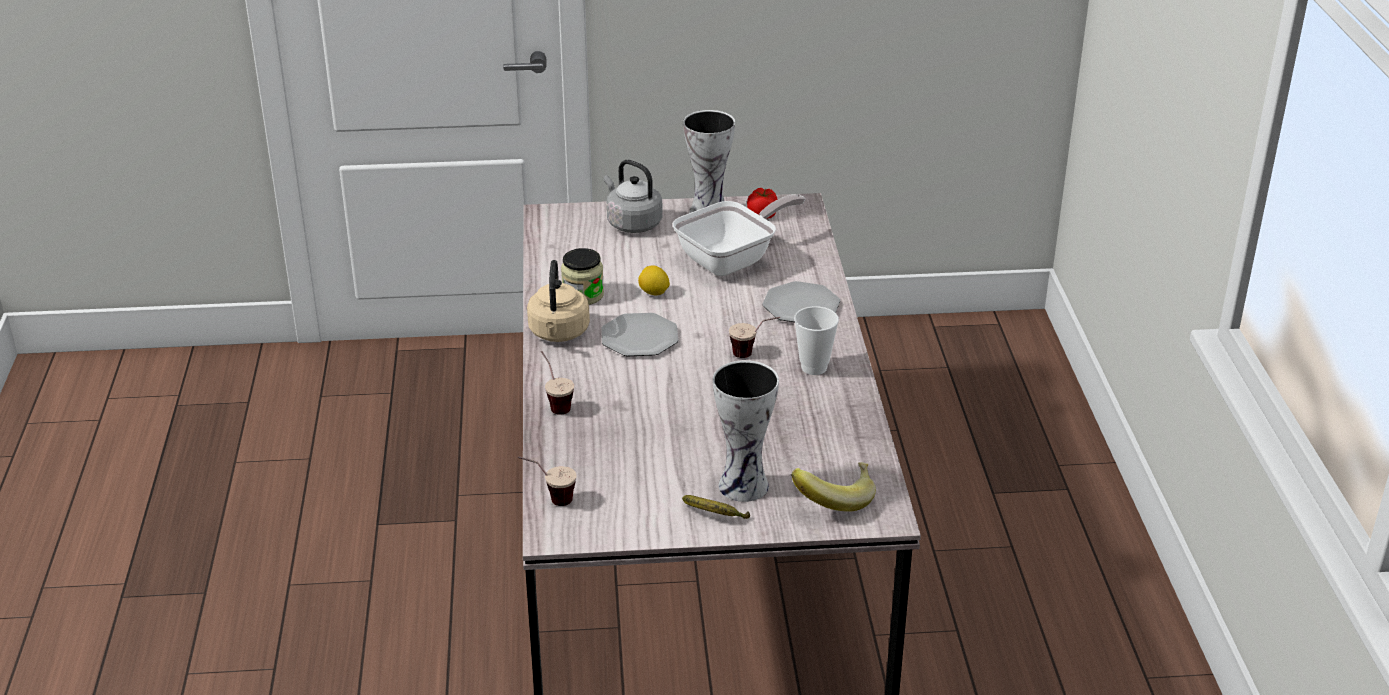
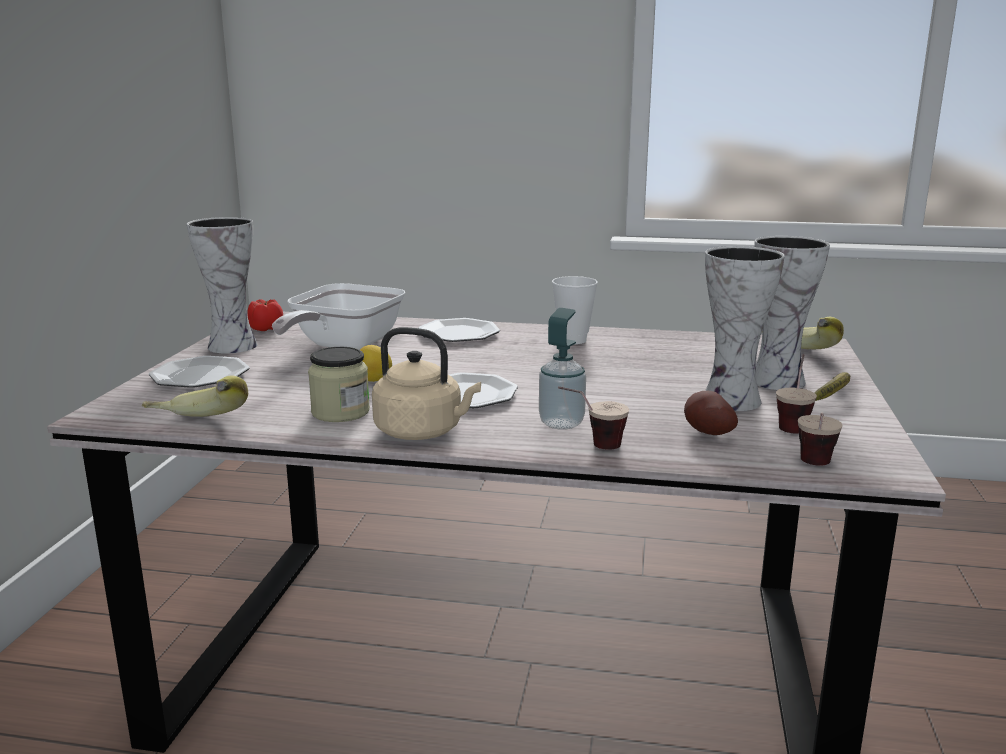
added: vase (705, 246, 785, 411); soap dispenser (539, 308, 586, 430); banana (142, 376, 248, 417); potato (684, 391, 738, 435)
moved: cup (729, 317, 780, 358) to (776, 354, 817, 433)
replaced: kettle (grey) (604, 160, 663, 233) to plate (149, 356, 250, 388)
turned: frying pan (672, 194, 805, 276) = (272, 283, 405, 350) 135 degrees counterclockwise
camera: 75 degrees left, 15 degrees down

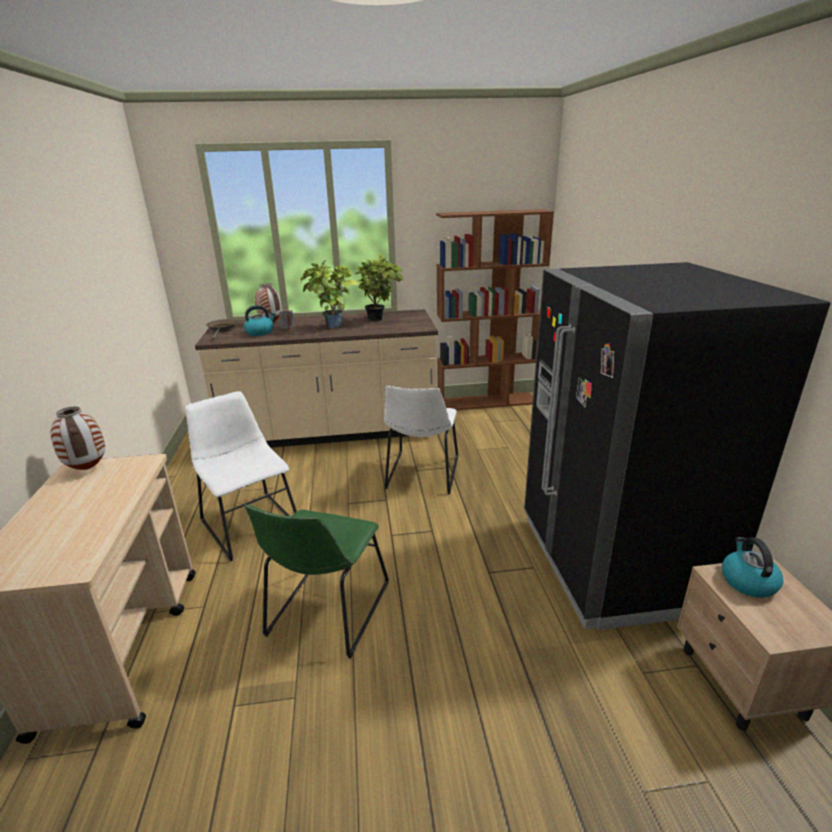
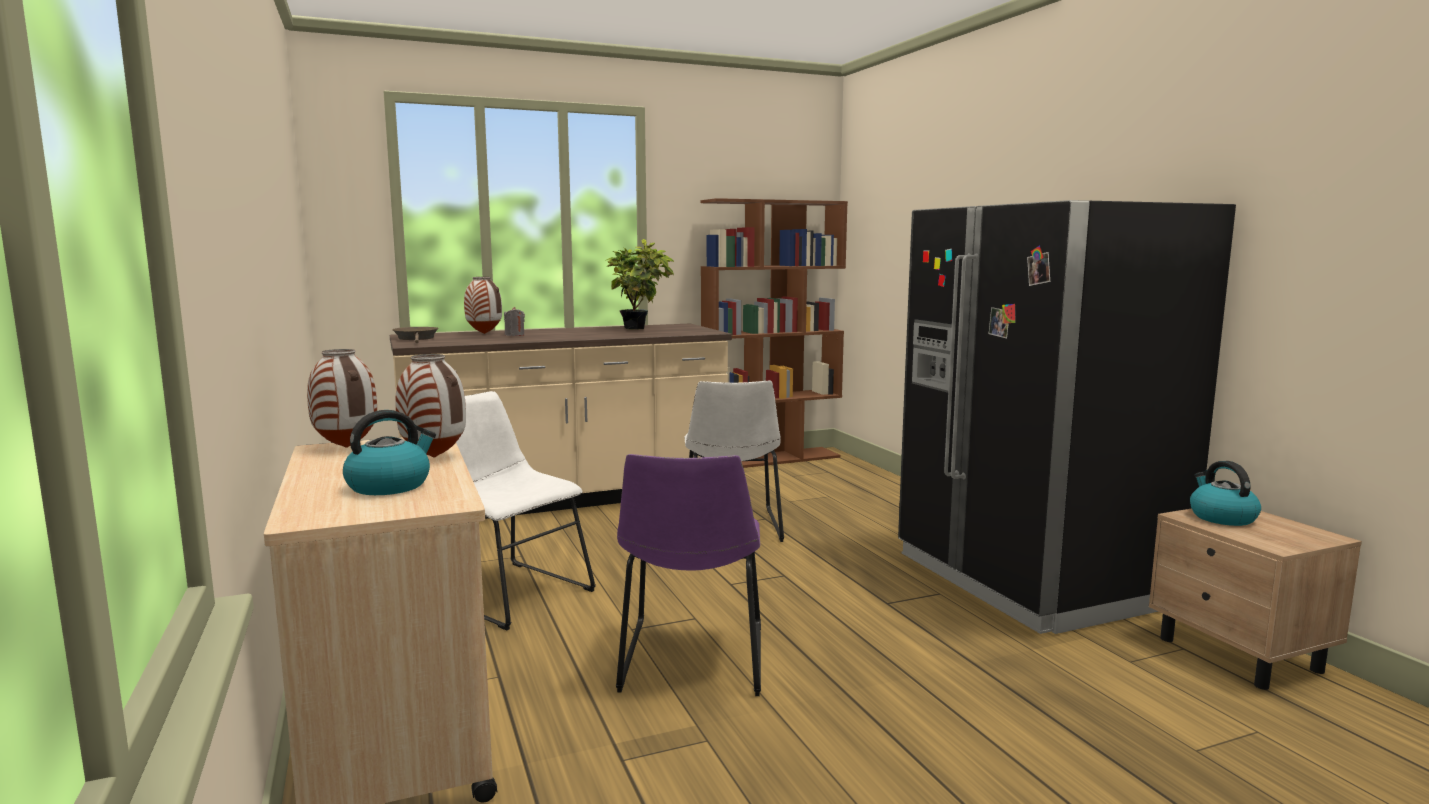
removed: potted plant (300, 260, 359, 328)
added: vase (395, 354, 466, 458)
moved: kettle (244, 305, 276, 336) to (343, 410, 436, 495)
recoloured: chair (green) (244, 505, 389, 658) to chair (purple) (616, 454, 761, 696)
camera: 15 degrees left, 15 degrees down

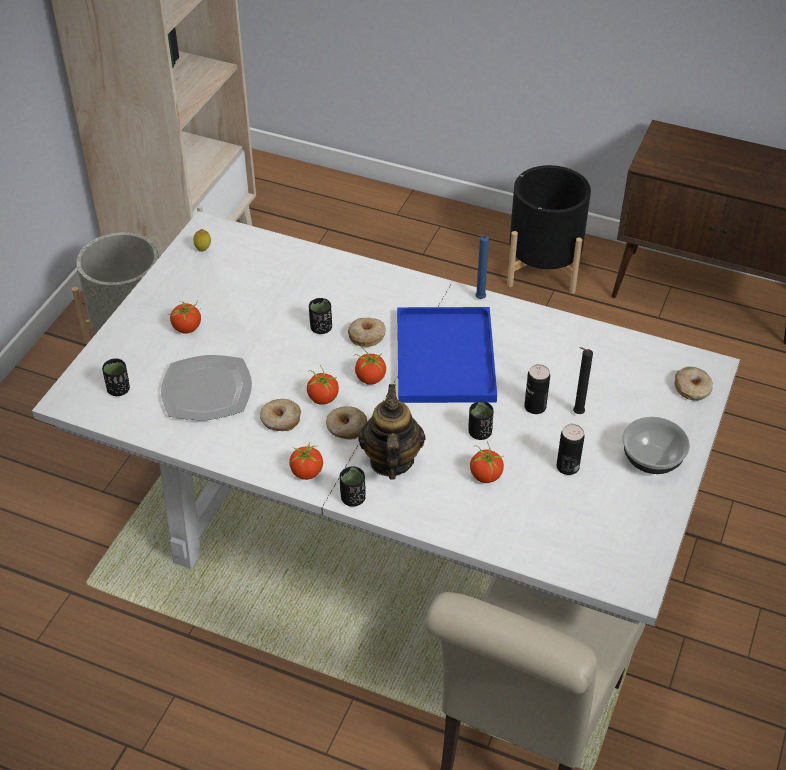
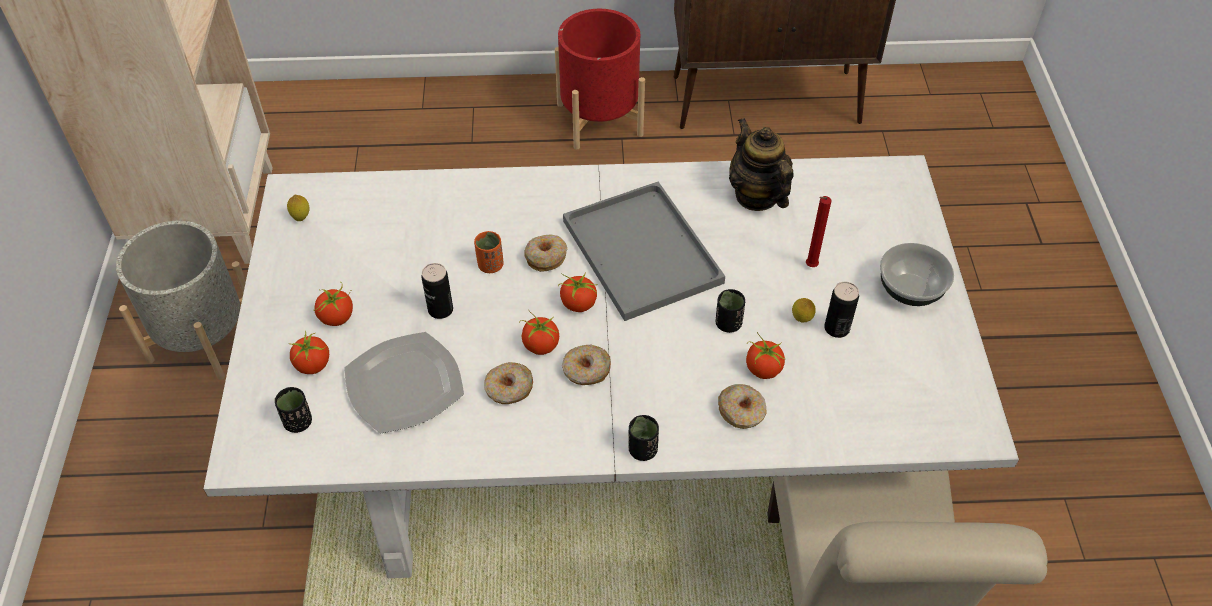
removed: candle (blue) (475, 234, 489, 299)
added: lemon (792, 298, 816, 323)
moved: can (524, 364, 550, 414) to (421, 263, 453, 319); donut (675, 367, 713, 401) to (718, 384, 766, 429); teapot (358, 384, 426, 480) to (729, 118, 793, 211); tomato (289, 443, 323, 480) to (288, 331, 329, 374)
recoloured: planter (black) (507, 165, 591, 294) to planter (red) (555, 9, 645, 150); cup (black) (309, 298, 332, 334) to cup (orange) (474, 231, 504, 273); tray (blue) (397, 307, 497, 403) to tray (grey) (563, 182, 725, 321); candle (black) (573, 347, 593, 414) to candle (red) (806, 196, 831, 267)
camera: 25 degrees left, 5 degrees up

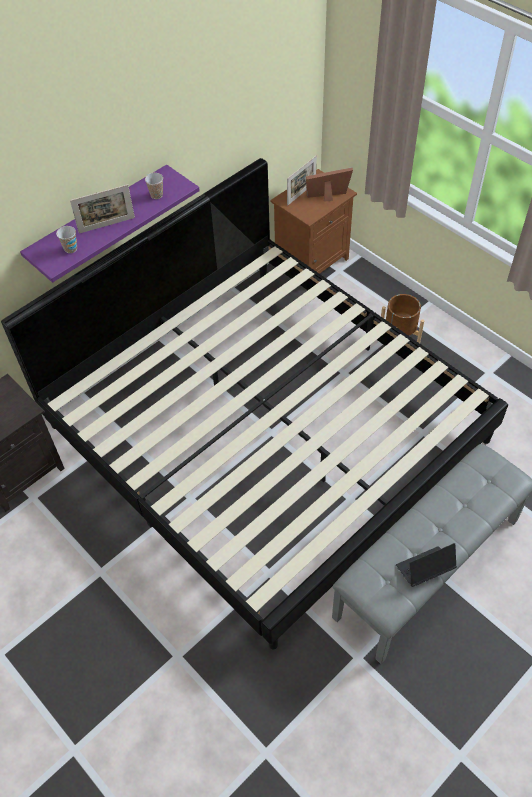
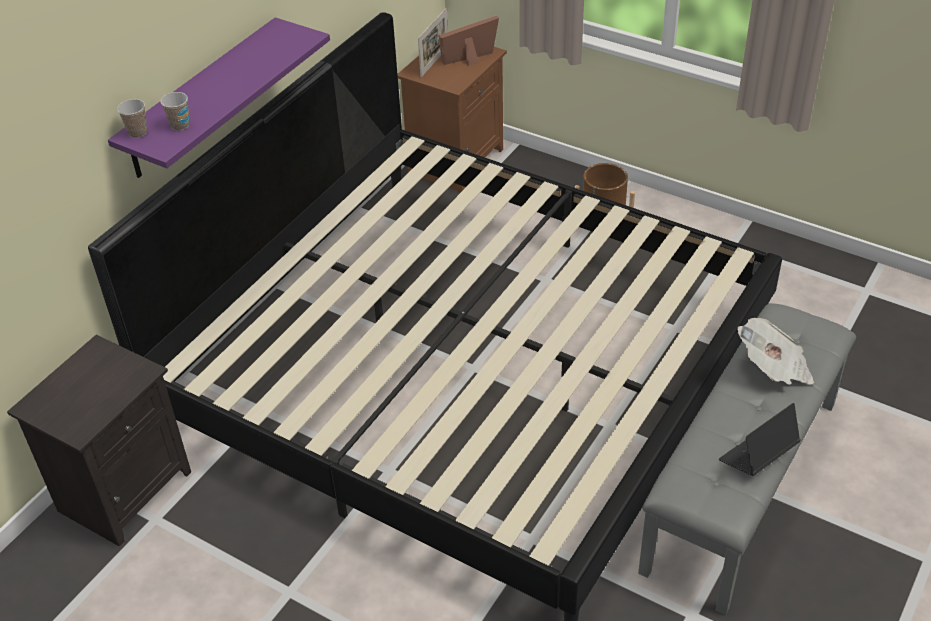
removed: picture frame (70, 184, 135, 234)
added: newspaper (738, 318, 814, 385)
moved: cup (145, 173, 163, 199) to (117, 99, 147, 138)
camera: 15 degrees left, 10 degrees down

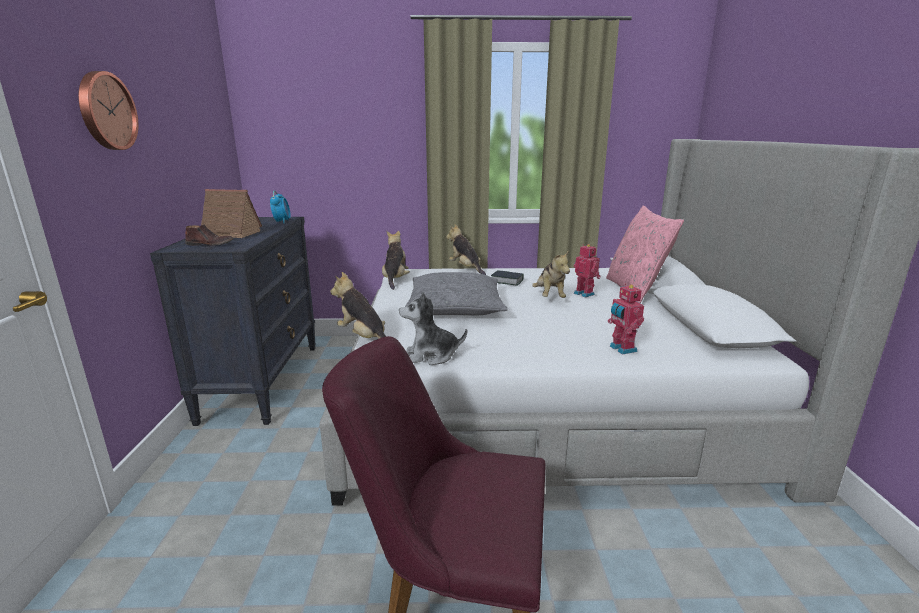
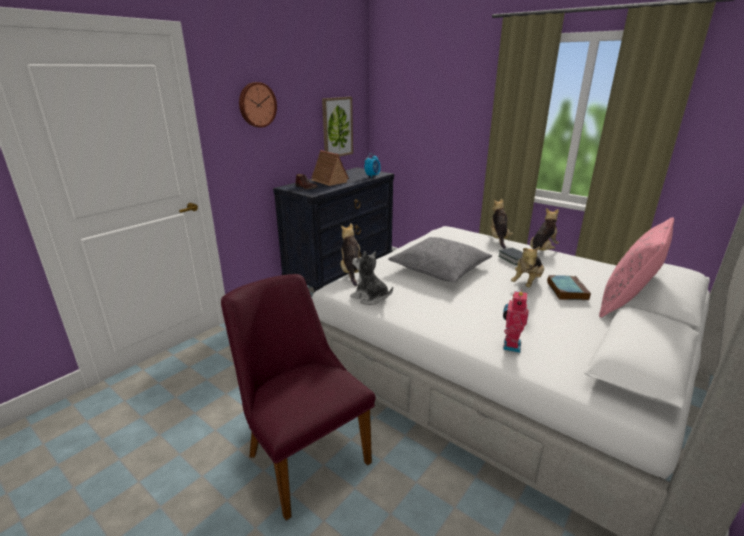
added: picture (322, 97, 353, 157)
moved: plush toy (382, 231, 410, 290) to (530, 208, 559, 251)
replaced: toy robot (574, 244, 601, 298) to book (547, 275, 591, 300)
camera: 40 degrees right, 5 degrees up

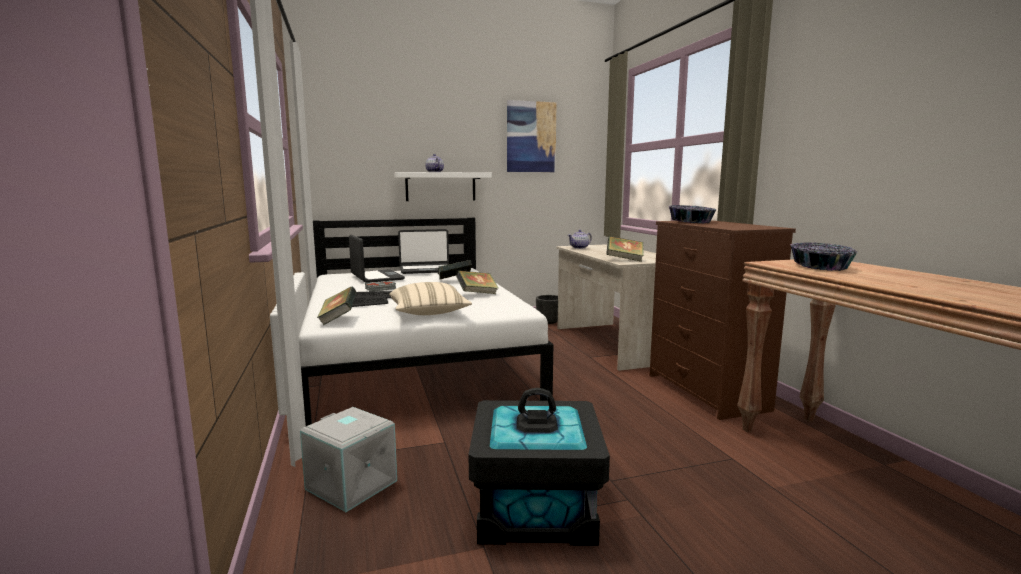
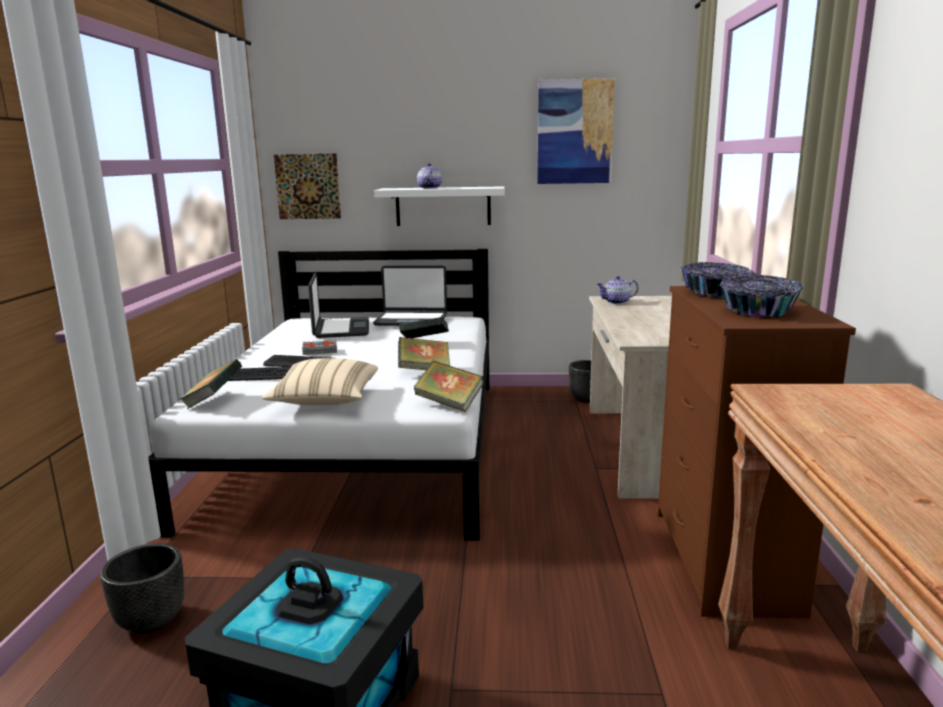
added: picture (274, 153, 341, 219)
moved: book (606, 236, 644, 262) to (413, 361, 484, 412); bowl (790, 242, 858, 271) to (720, 275, 804, 318)
replaced: storage box (grey) (300, 407, 397, 512) to planter (black) (100, 543, 184, 634)
camera: 20 degrees right, 5 degrees up

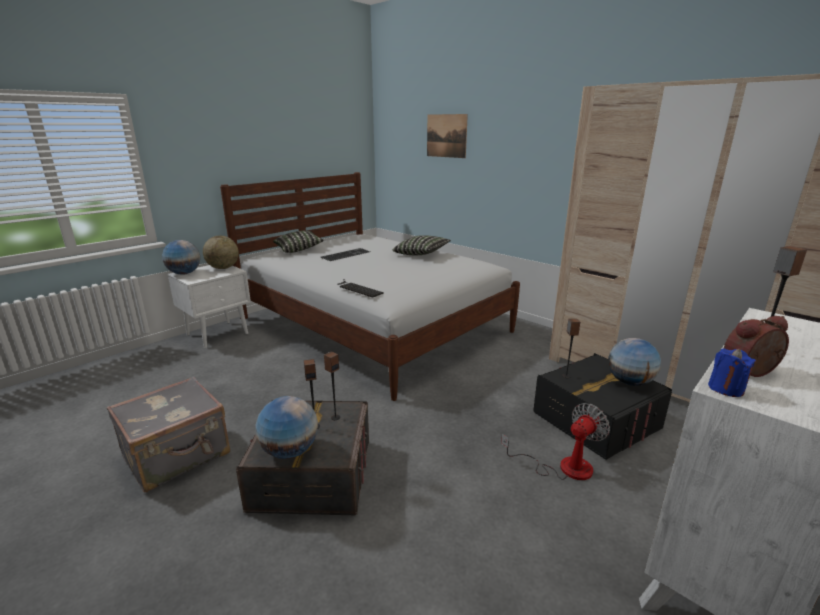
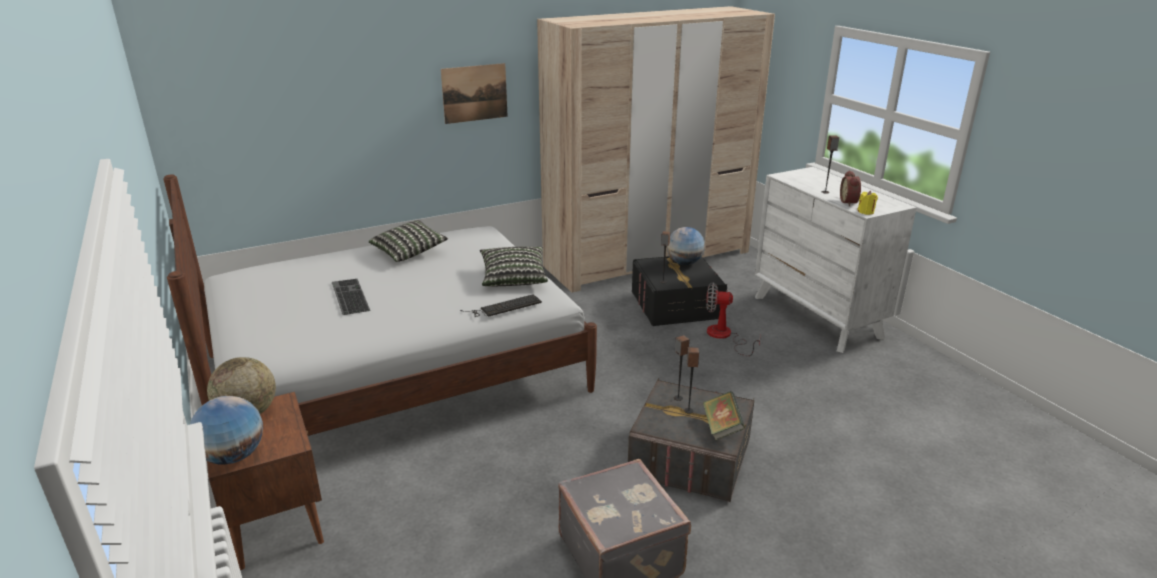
moved: picture (427, 114, 468, 158) to (441, 63, 508, 124); pillow (273, 231, 324, 253) to (480, 246, 548, 287)
replaced: globe (255, 396, 318, 459) to book (703, 391, 745, 440)
recoloured: nightstand (white) (168, 265, 251, 348) to nightstand (brown) (207, 392, 324, 570); candle (blue) (708, 348, 756, 397) to candle (yellow) (857, 191, 878, 215)
turned: fan (501, 403, 610, 480) = (706, 282, 760, 356) 60 degrees counterclockwise
camera: 70 degrees left, 5 degrees up

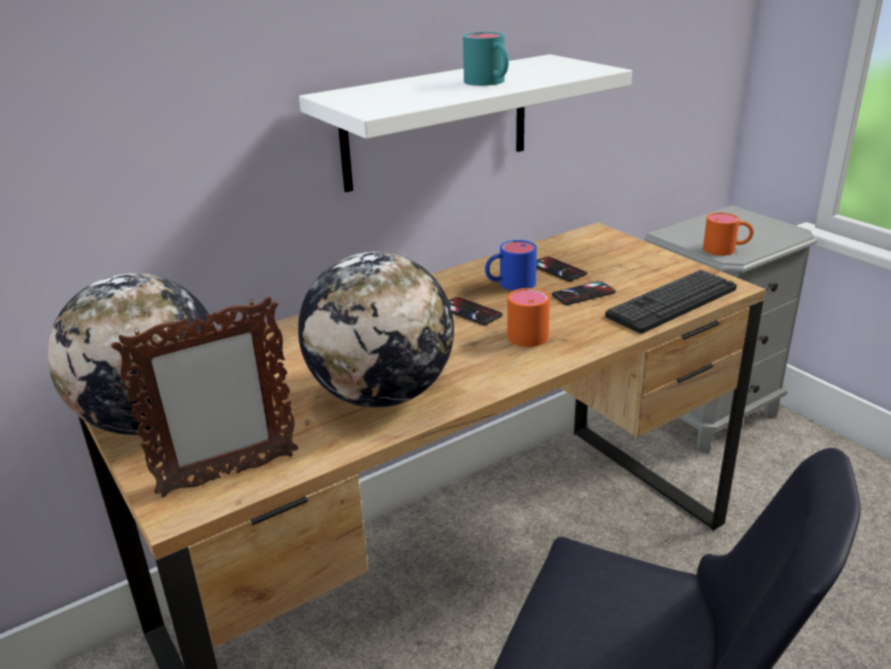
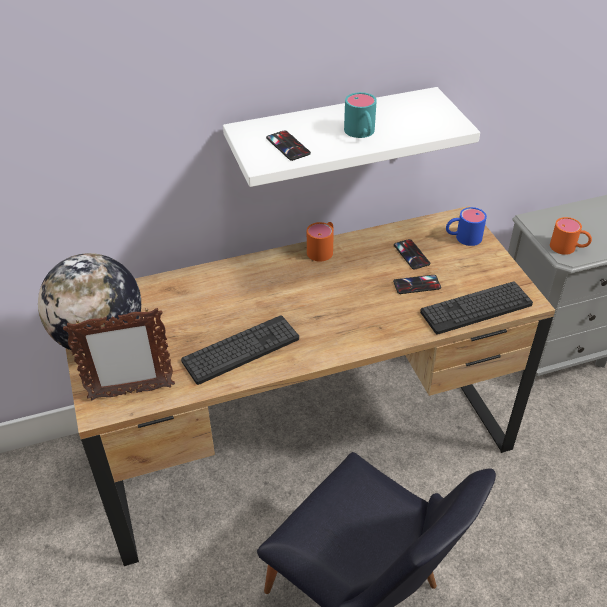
moved: mug (blue) (485, 240, 537, 291) to (446, 207, 487, 246); mug (orange) (507, 288, 550, 347) to (307, 222, 334, 262); phone (449, 297, 503, 325) to (266, 130, 311, 161)
replaced: globe (298, 252, 454, 408) to keyboard (181, 315, 299, 385)
camera: 15 degrees right, 15 degrees up

